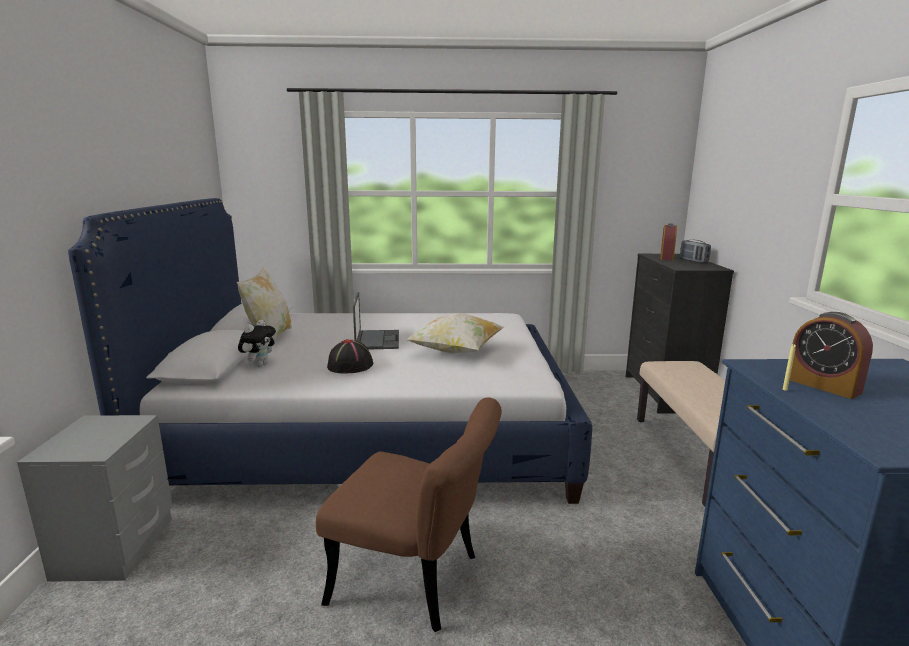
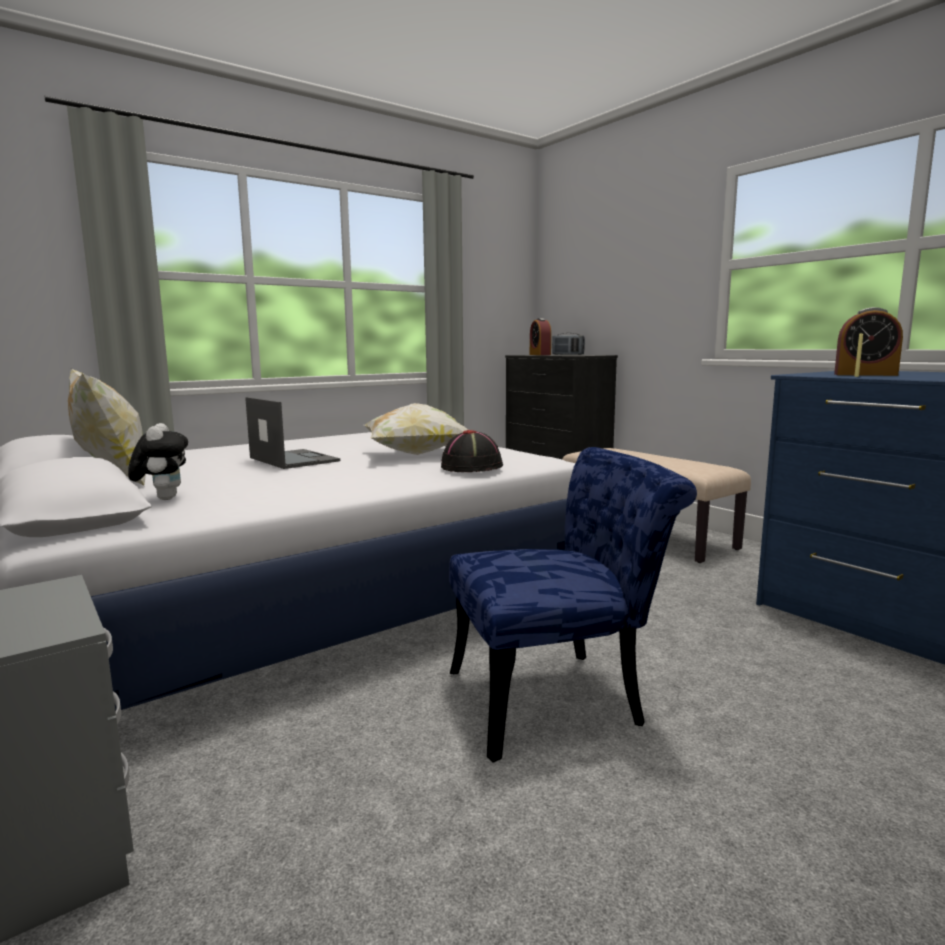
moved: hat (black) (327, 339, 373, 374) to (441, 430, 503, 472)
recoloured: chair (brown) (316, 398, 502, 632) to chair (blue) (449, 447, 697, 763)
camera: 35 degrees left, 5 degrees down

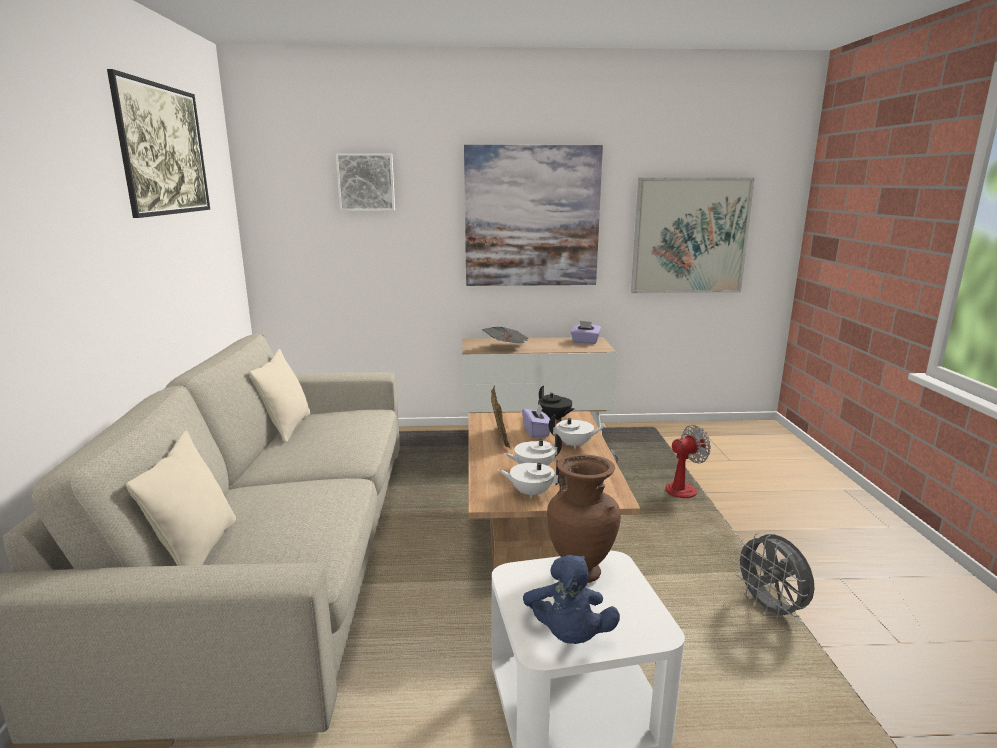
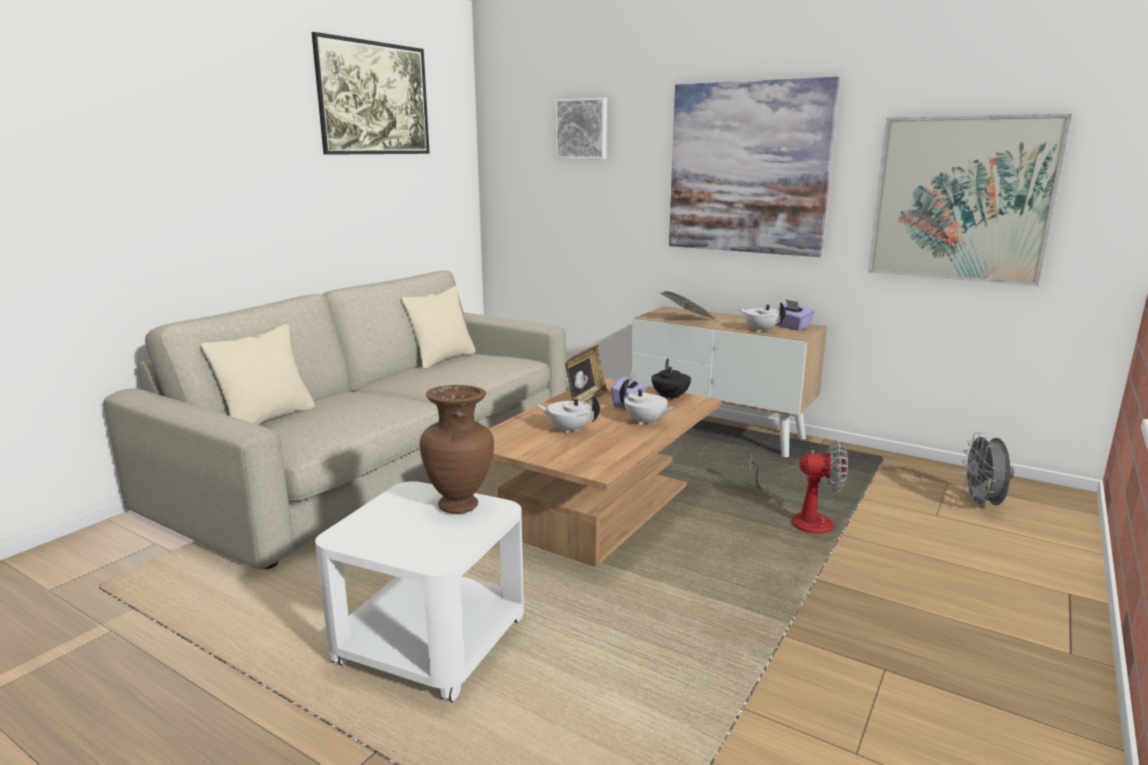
removed: plush toy (blue) (523, 555, 620, 644)
moved: teapot (white) (498, 459, 560, 499) to (739, 302, 786, 332); fan (grey) (733, 533, 815, 621) to (961, 432, 1014, 509)
camera: 35 degrees right, 0 degrees up

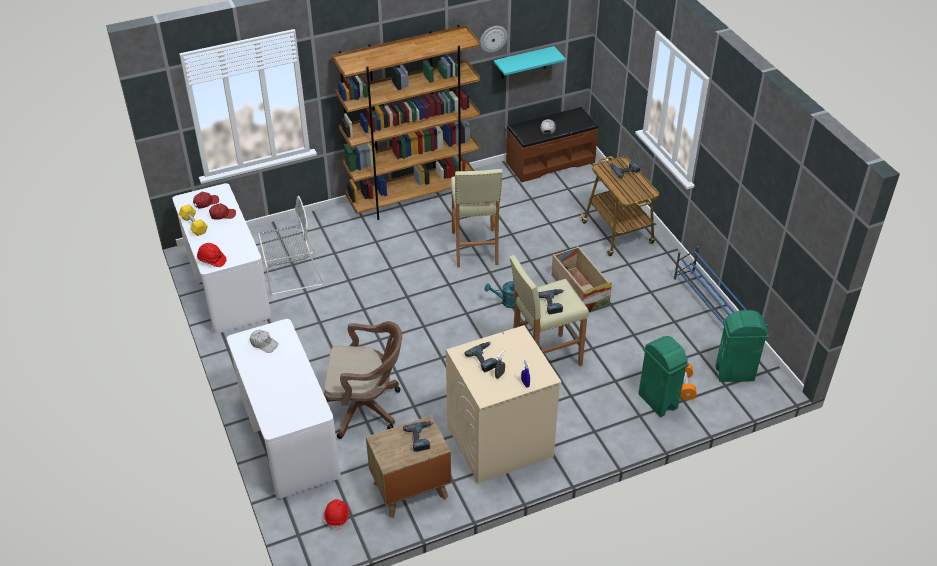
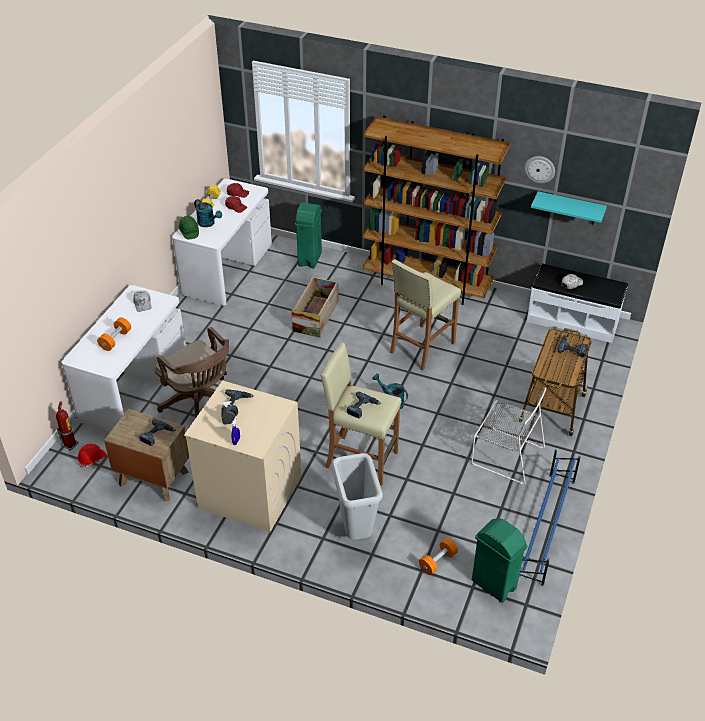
added: watering can (turquoise) (194, 199, 222, 227); dumbbell (orange) (97, 317, 131, 351); fire extinguisher (56, 401, 79, 451); trash can (grey) (332, 453, 383, 540)
moved: chair (grey) (258, 196, 324, 295) to (471, 387, 546, 484); crate (551, 246, 612, 312) to (291, 277, 339, 338); trash can (green) (638, 336, 689, 417) to (295, 202, 322, 268)
recoloured: bench (brown) (506, 107, 599, 183) to bench (white) (527, 263, 628, 343); hard hat (red) (197, 243, 227, 267) to hard hat (green) (178, 216, 199, 240)
camera: 45 degrees right, 0 degrees up

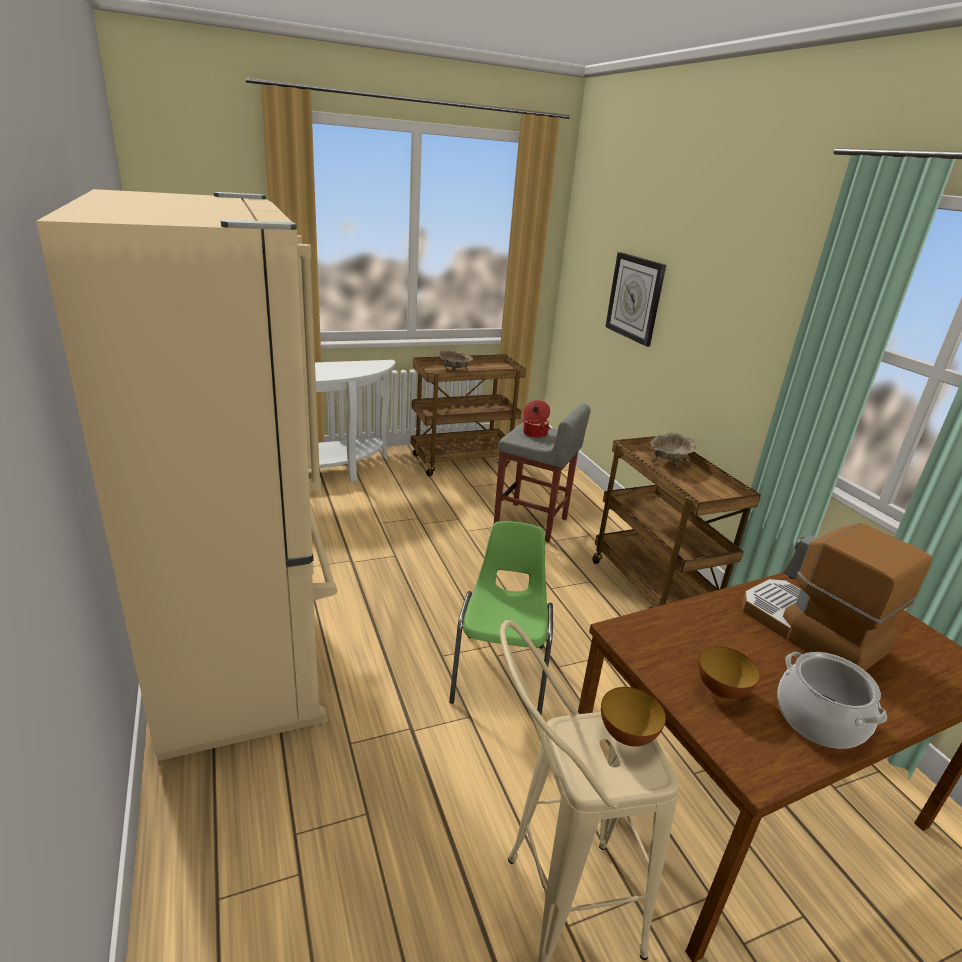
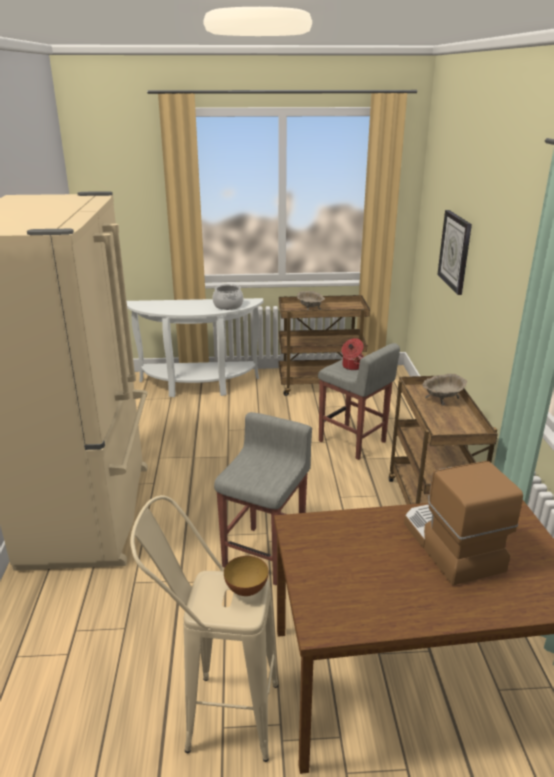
removed: bowl (698, 646, 760, 699)
moved: cooking pot (777, 652, 887, 749) to (213, 284, 243, 310)
replaced: chair (green) (449, 521, 553, 715) to stool (grey) (214, 412, 312, 585)
camera: 20 degrees right, 0 degrees up

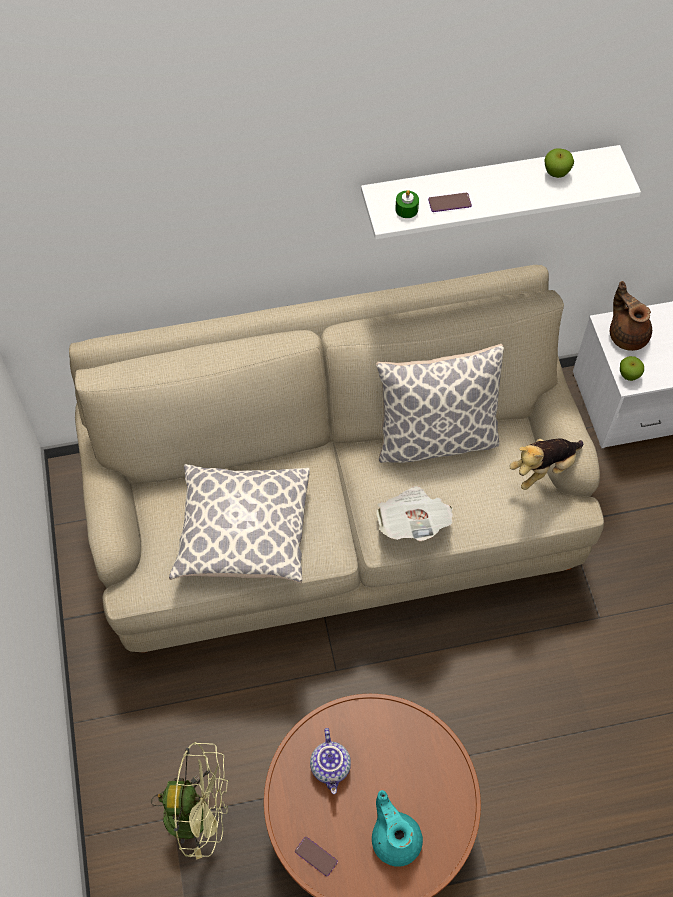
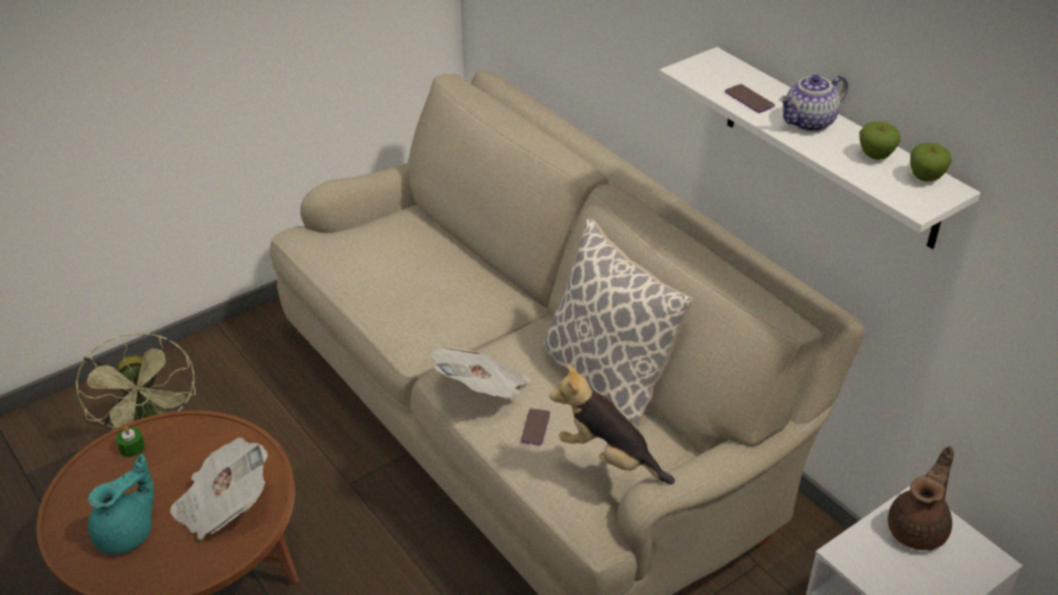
removed: pillow (169, 464, 310, 583)
added: newspaper (170, 437, 268, 540)
moved: candle (green) (395, 190, 419, 218) to (116, 427, 145, 457); apple (620, 356, 644, 381) to (910, 143, 952, 182); teapot (310, 728, 351, 794) to (779, 75, 848, 132); phone (295, 837, 338, 876) to (521, 408, 550, 445)
camera: 65 degrees right, 20 degrees down

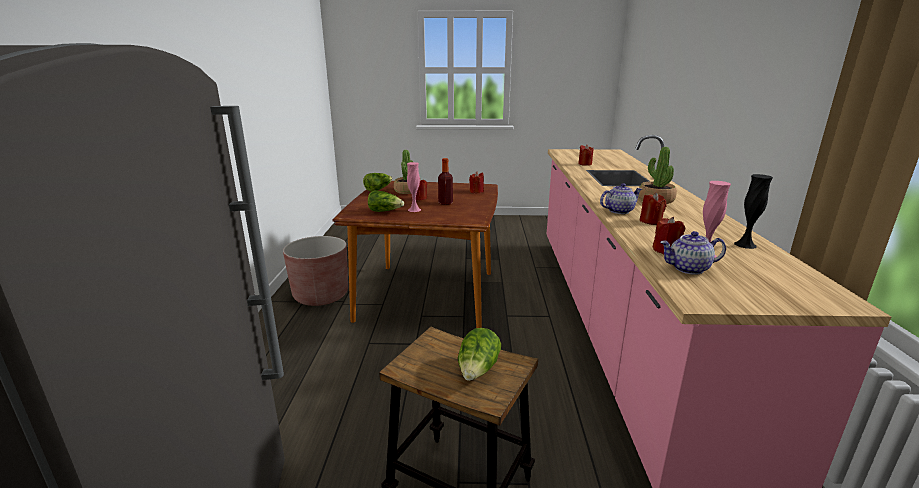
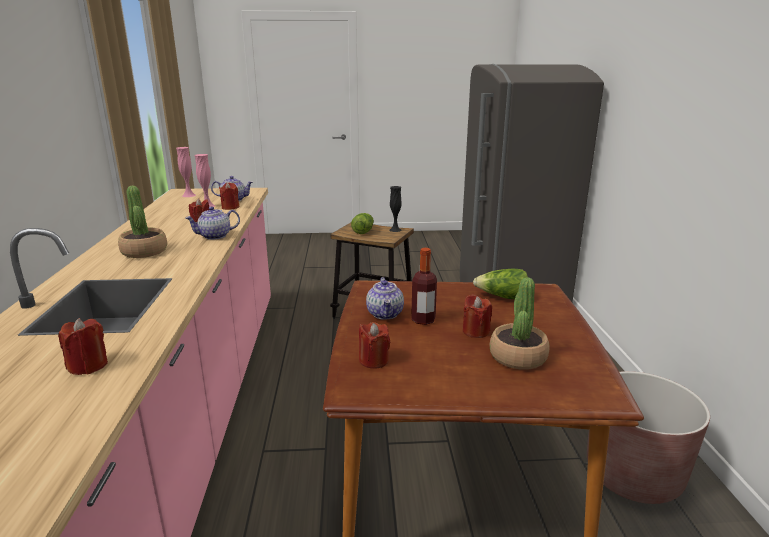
removed: lettuce (363, 173, 392, 192)
added: teapot (366, 277, 404, 320)
moved: vase (pink) (407, 162, 421, 212) to (176, 147, 196, 197); vase (black) (734, 174, 773, 249) to (389, 186, 402, 232)
camera: 175 degrees right, 0 degrees up

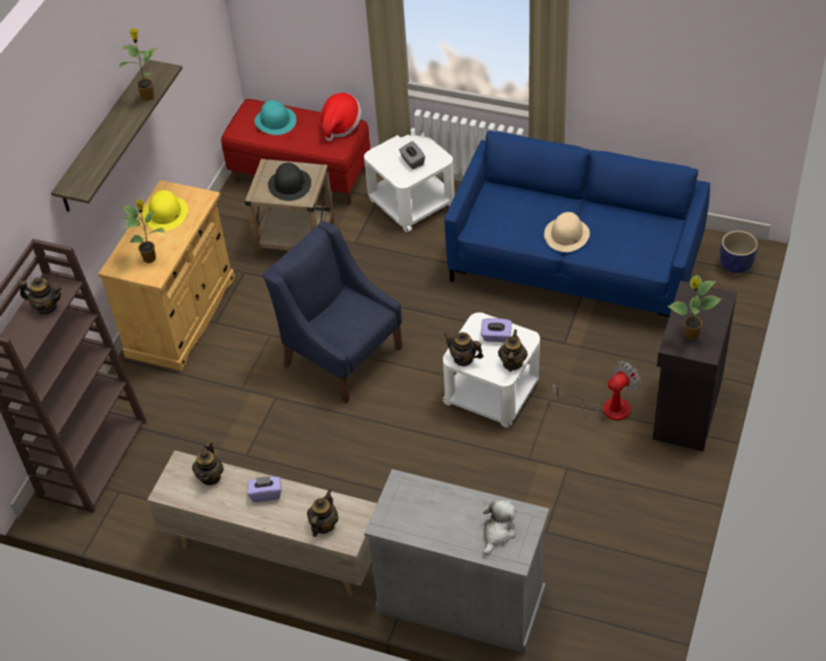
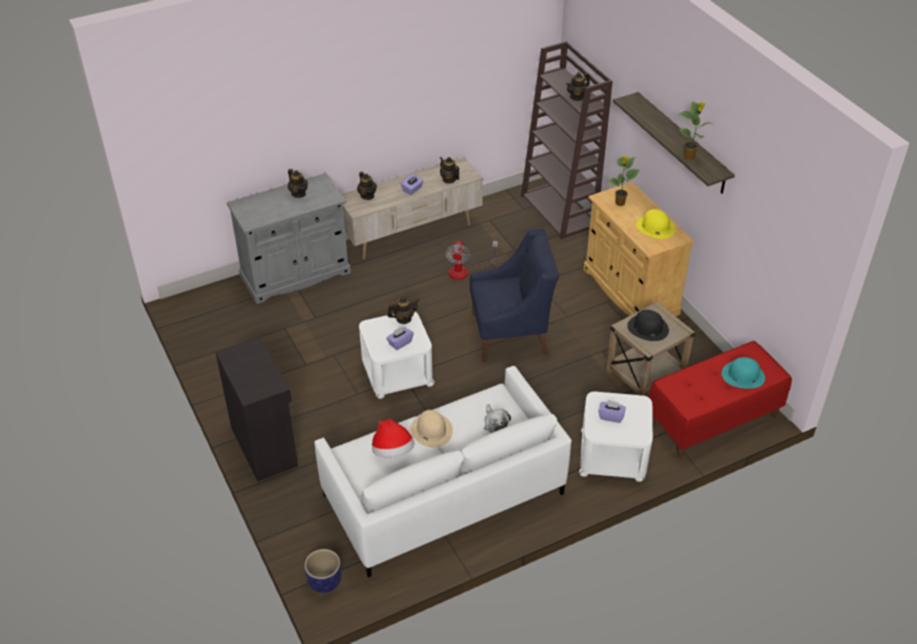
removed: potted plant (667, 274, 721, 340)
moved: hat (320, 93, 362, 141) to (372, 419, 414, 457); teapot (498, 330, 528, 372) to (288, 169, 308, 198); fan (551, 361, 641, 421) to (445, 241, 498, 280); plush toy (483, 499, 516, 555) to (484, 404, 511, 433)
recoloured: sofa (blue) (444, 131, 710, 317) to sofa (white) (314, 366, 572, 578); tissue box (grey) (399, 141, 425, 169) to tissue box (purple) (598, 400, 626, 423)
camera: 130 degrees right, 5 degrees down

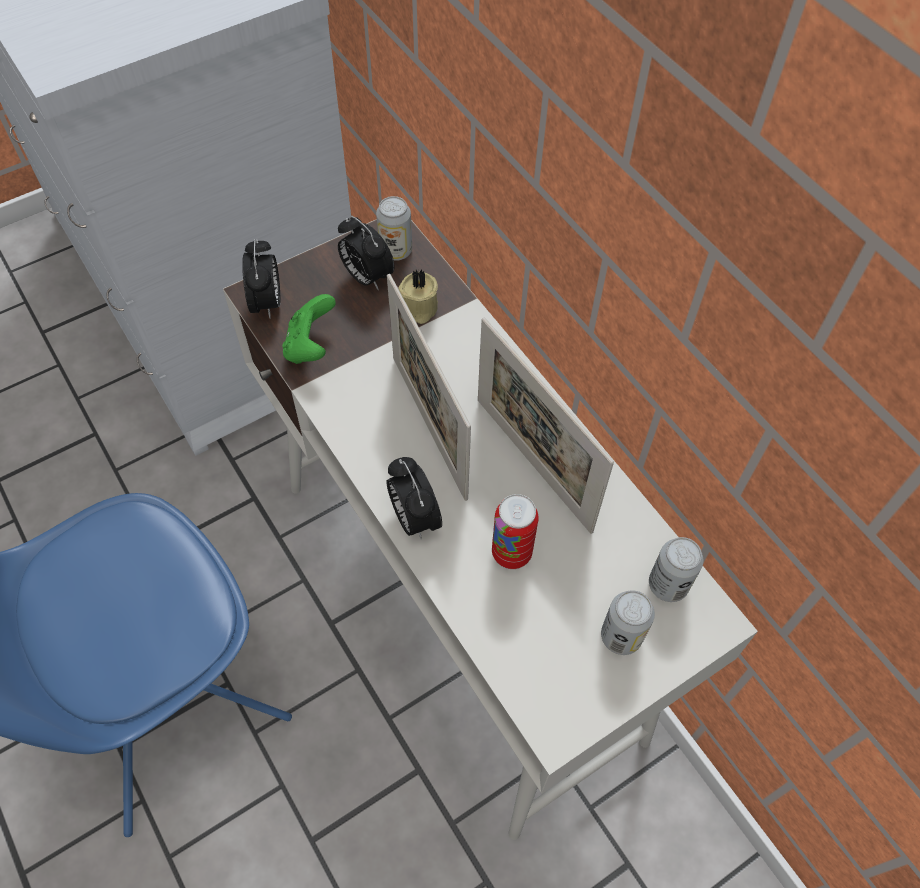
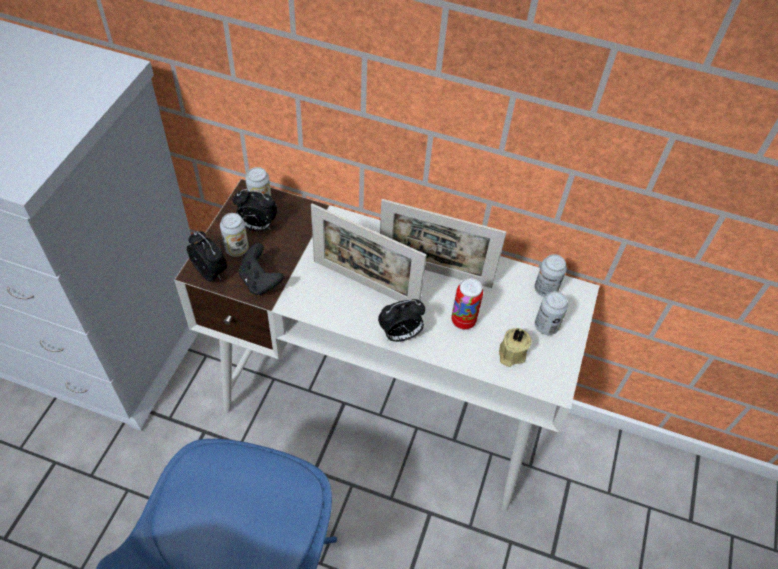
added: can (220, 213, 249, 257)
moved: candle (beige) (398, 270, 438, 324) to (499, 328, 532, 367)
recoloured: game controller (green) (282, 294, 336, 364) to game controller (black) (239, 243, 284, 296)
turned: alarm clock (386, 457, 442, 539) = (378, 299, 425, 342) 45 degrees counterclockwise
camera: 40 degrees left, 5 degrees down

